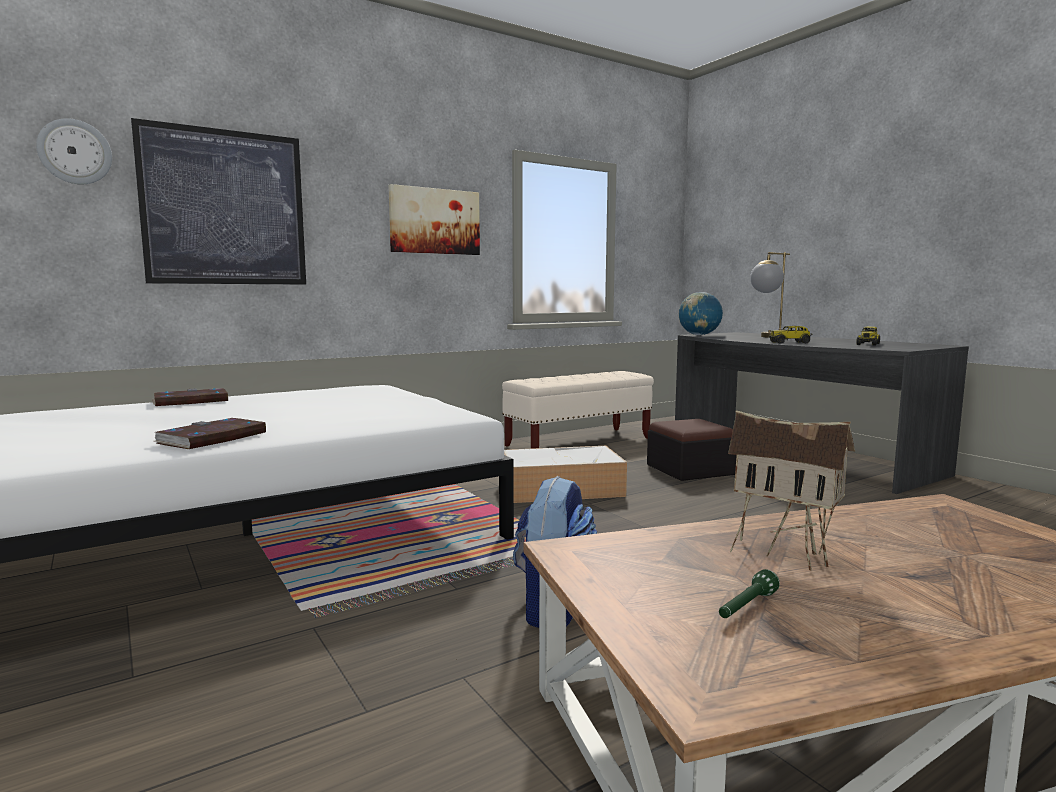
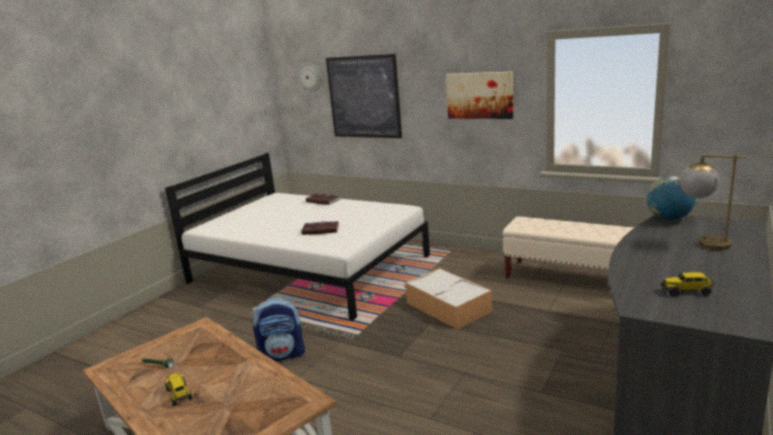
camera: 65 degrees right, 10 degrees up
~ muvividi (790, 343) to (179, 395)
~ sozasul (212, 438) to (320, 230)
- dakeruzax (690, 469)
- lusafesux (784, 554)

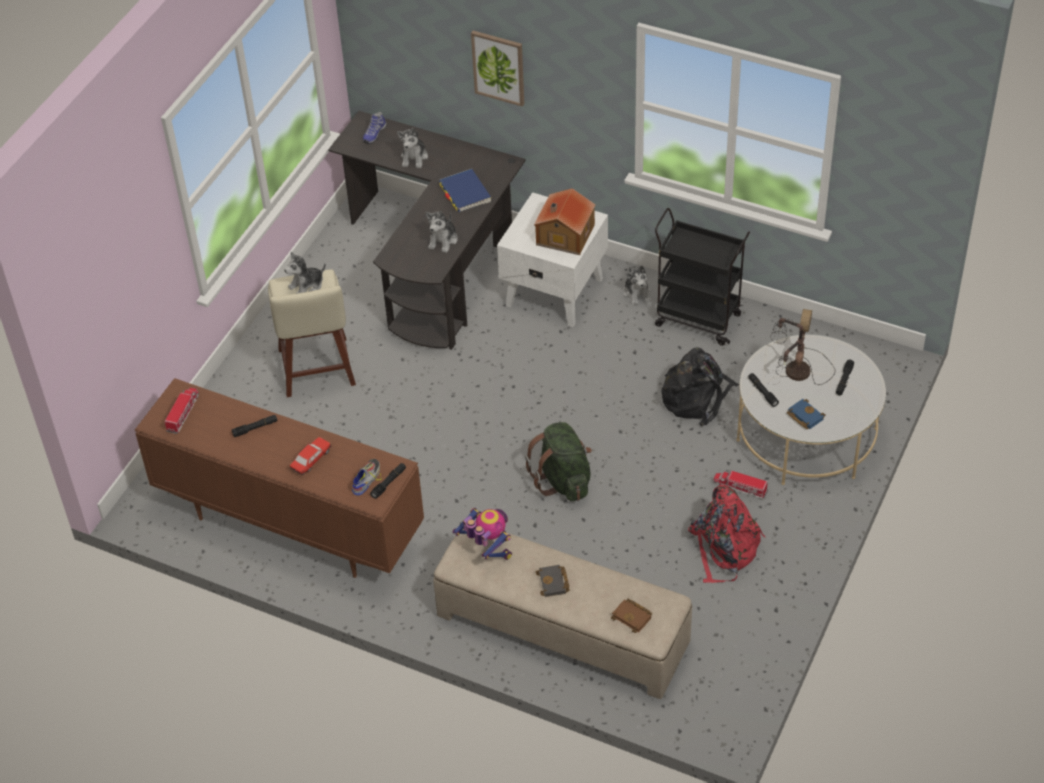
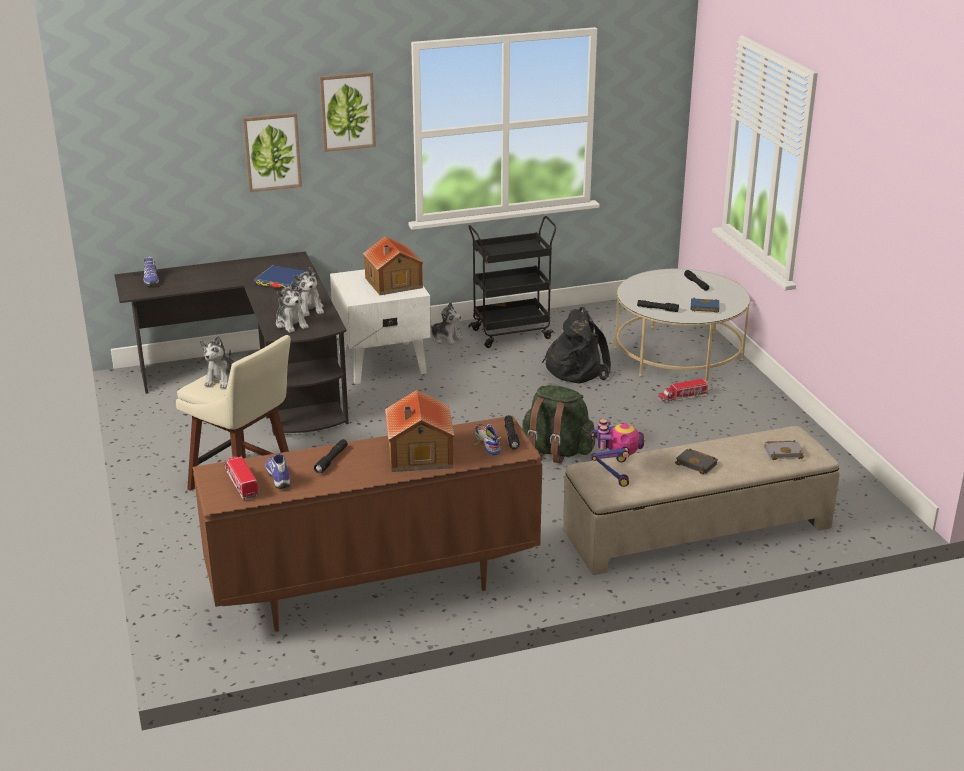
camera: 45 degrees left, 20 degrees down
+ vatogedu (279, 477)
~ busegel (414, 157) to (291, 324)
+ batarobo (347, 111)
~ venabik (311, 460) to lusafesux (418, 454)
~ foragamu (486, 549) = (614, 472) 90 degrees clockwise
~ brown_sozasul (633, 617) to grey_sozasul (784, 452)
- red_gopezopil (724, 548)
- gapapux (796, 372)

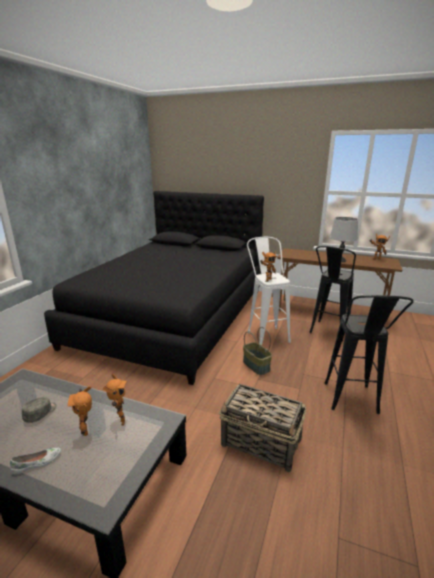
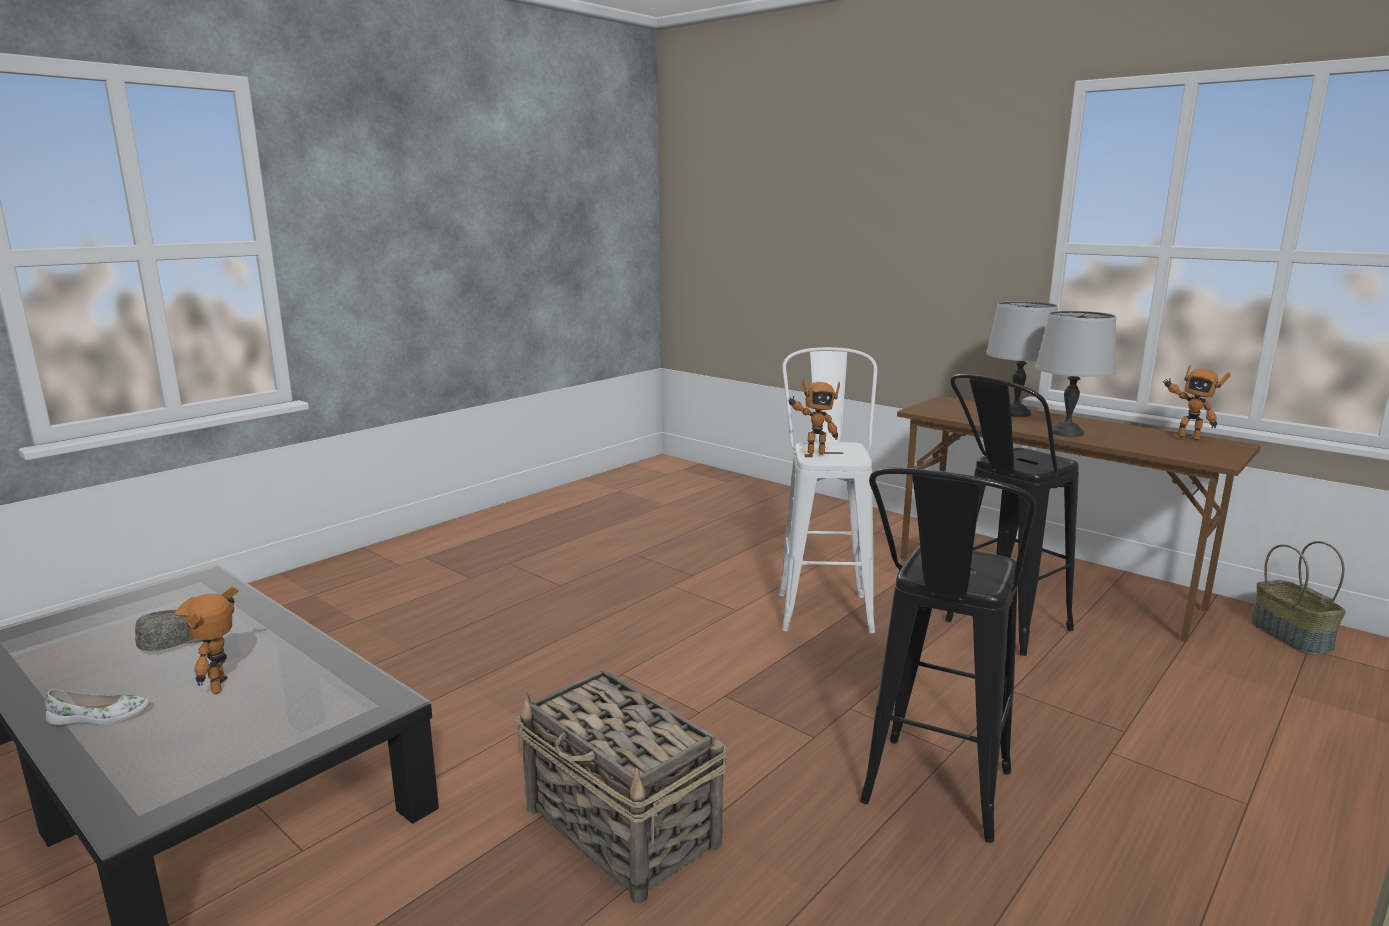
camera: 20 degrees right, 5 degrees down
+ grey_gapapux (1016, 413)
~ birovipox (256, 366) to (1292, 636)
- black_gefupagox (173, 316)
- foragamu (119, 421)

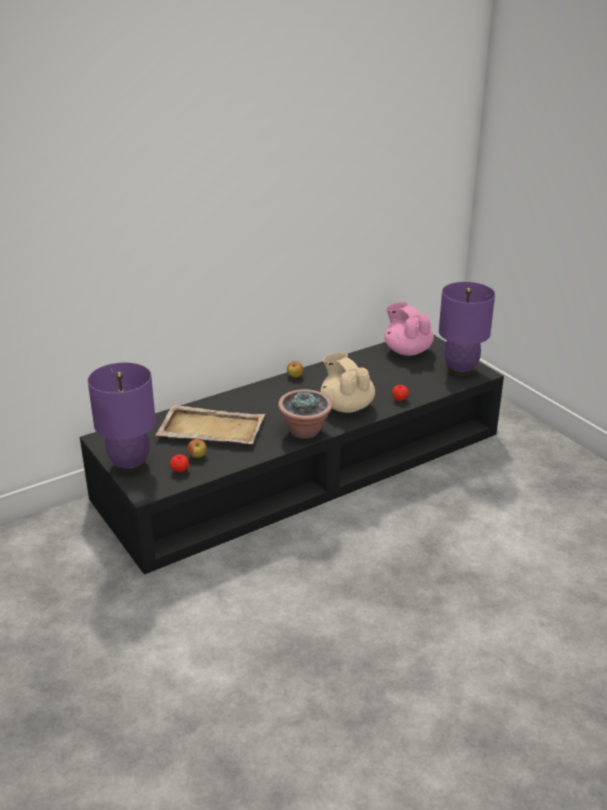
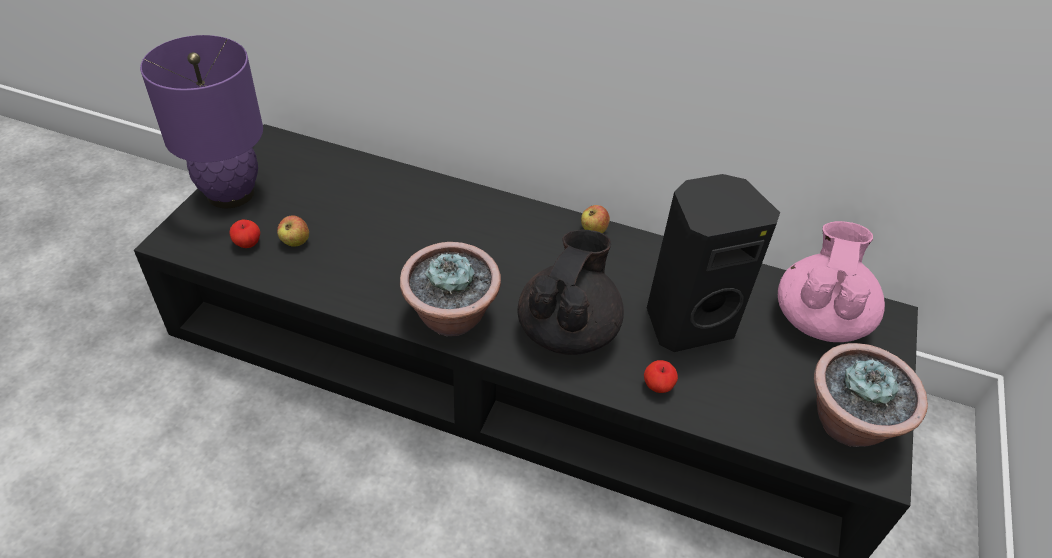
camera: 50 degrees right, 15 degrees up
~ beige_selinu (346, 406) to black_selinu (568, 330)
+ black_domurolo (688, 321)
~ purple_gapapux (460, 370) to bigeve (848, 425)
- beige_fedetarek (210, 428)

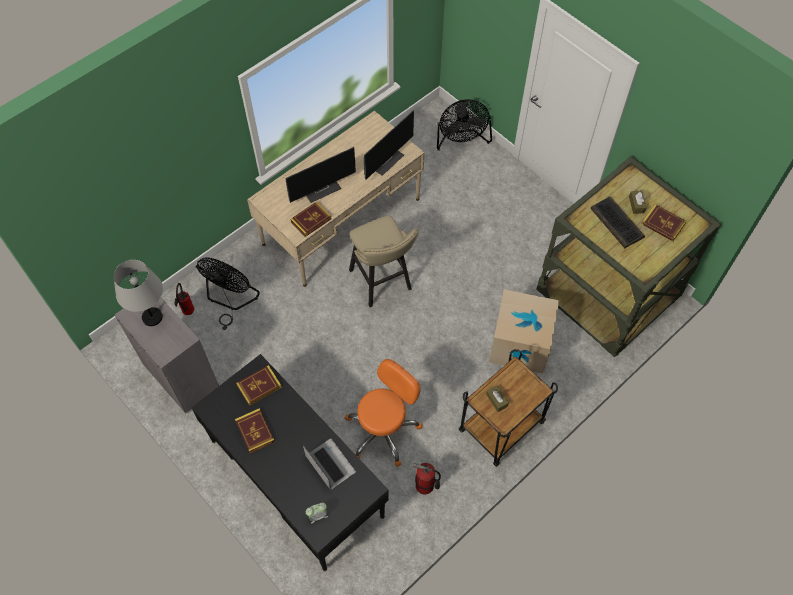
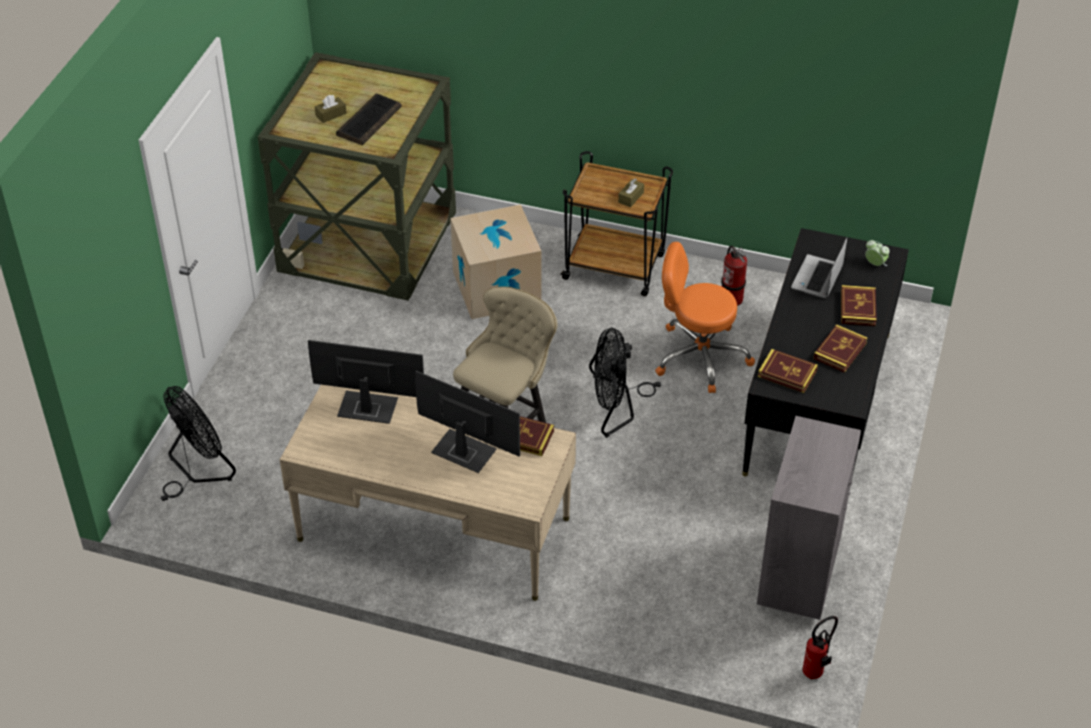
camera: 120 degrees left, 15 degrees down
~ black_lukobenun (228, 299) to (617, 402)
~ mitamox (187, 313) to (816, 672)
~ sozasul (663, 224) to (858, 308)
- grey_gapapux (152, 317)

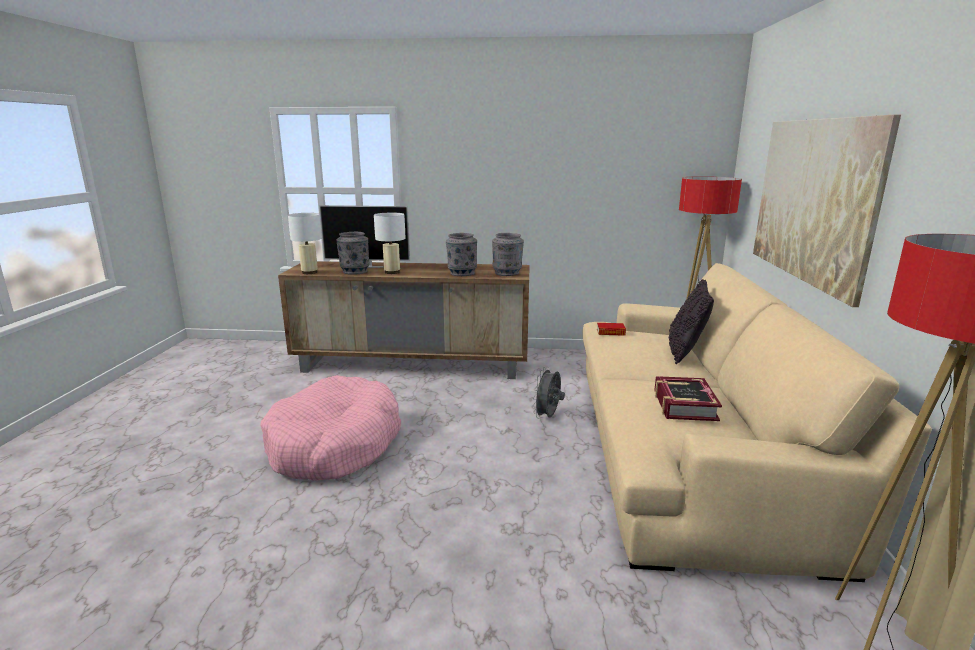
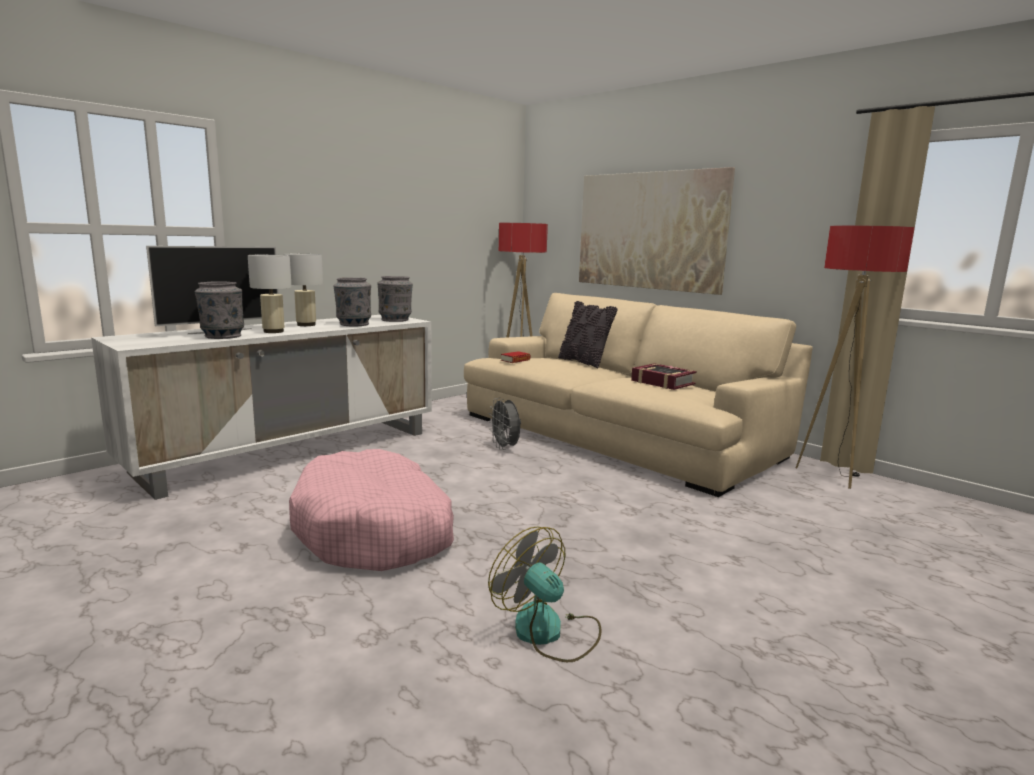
camera: 50 degrees left, 5 degrees down
~ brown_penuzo (413, 363) to white_penuzo (291, 451)
~ white_gapapux (309, 272) to (306, 325)
+ lukobenun (548, 632)

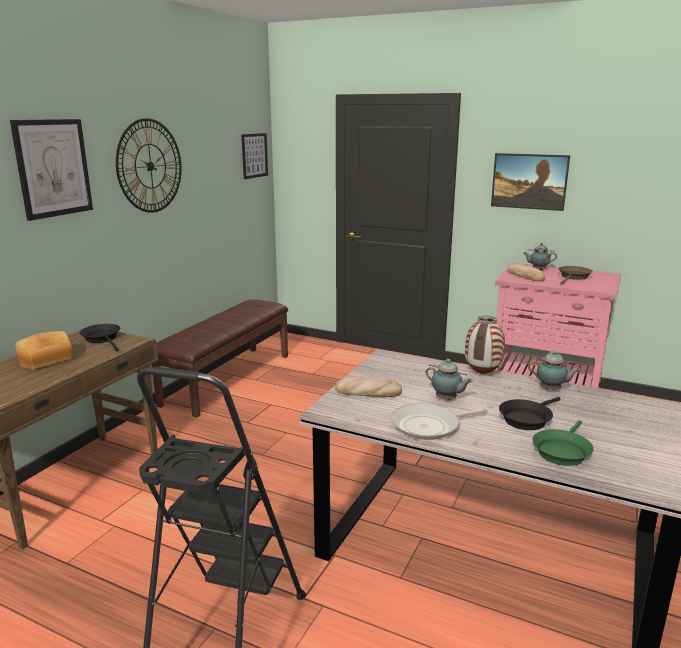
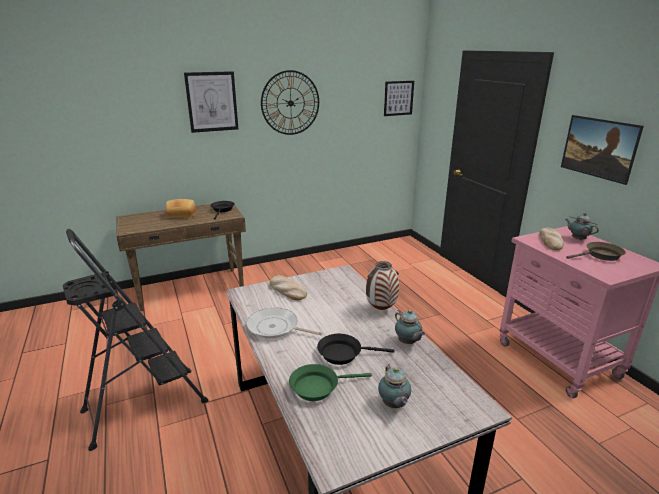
camera: 40 degrees right, 5 degrees up
~ selinu (447, 399) to (393, 405)
- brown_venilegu (227, 379)

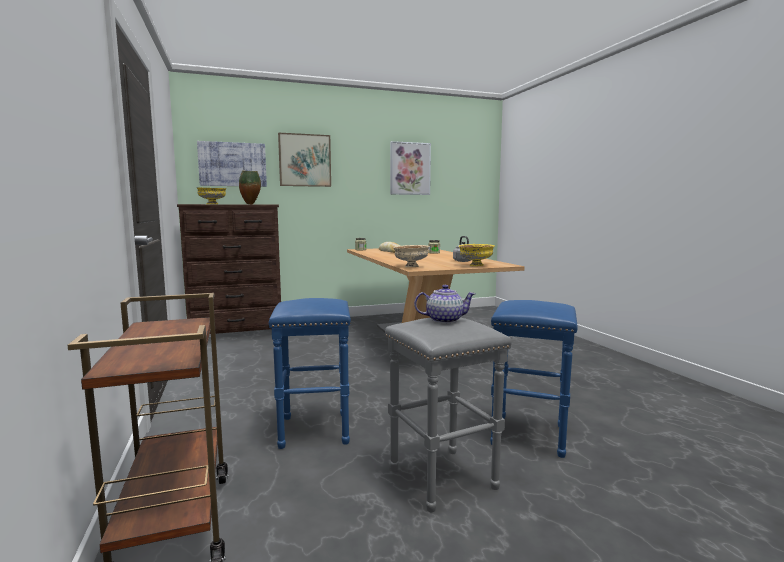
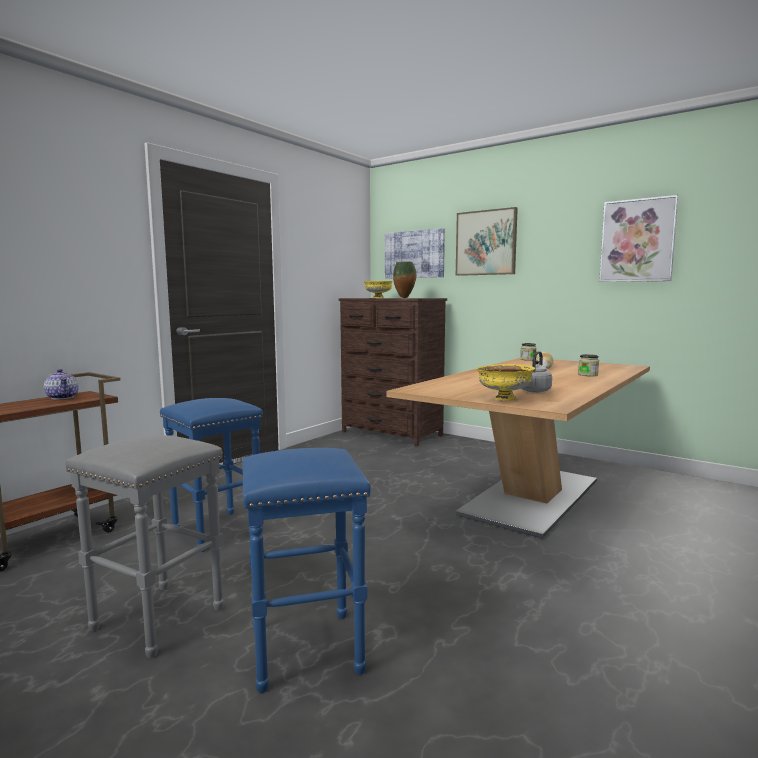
camera: 55 degrees right, 0 degrees up
~ selinu (444, 320) to (62, 397)
- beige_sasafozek (411, 267)

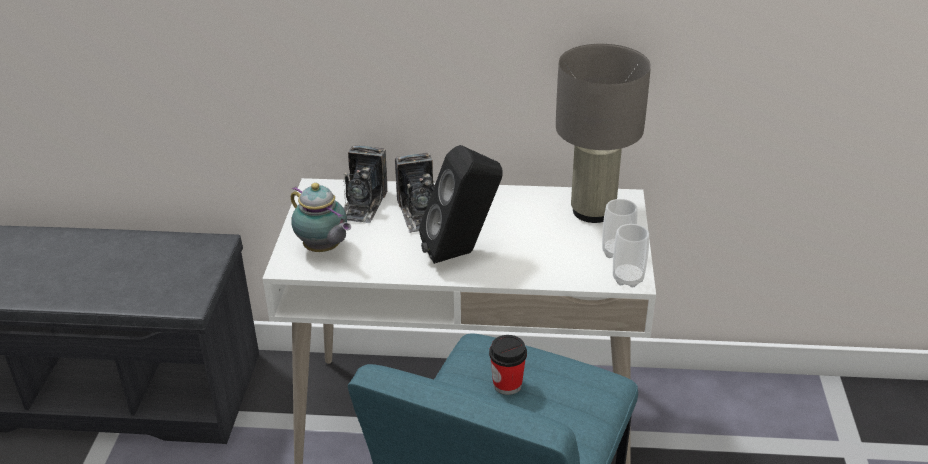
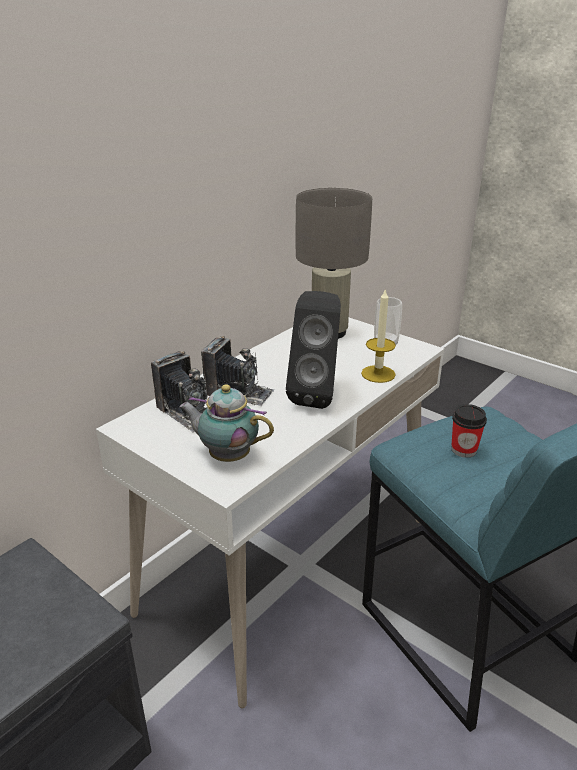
camera: 55 degrees left, 5 degrees down
~ selinu (323, 249) = (227, 456) 150 degrees counterclockwise
+ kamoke (378, 374)
- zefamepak (628, 279)

